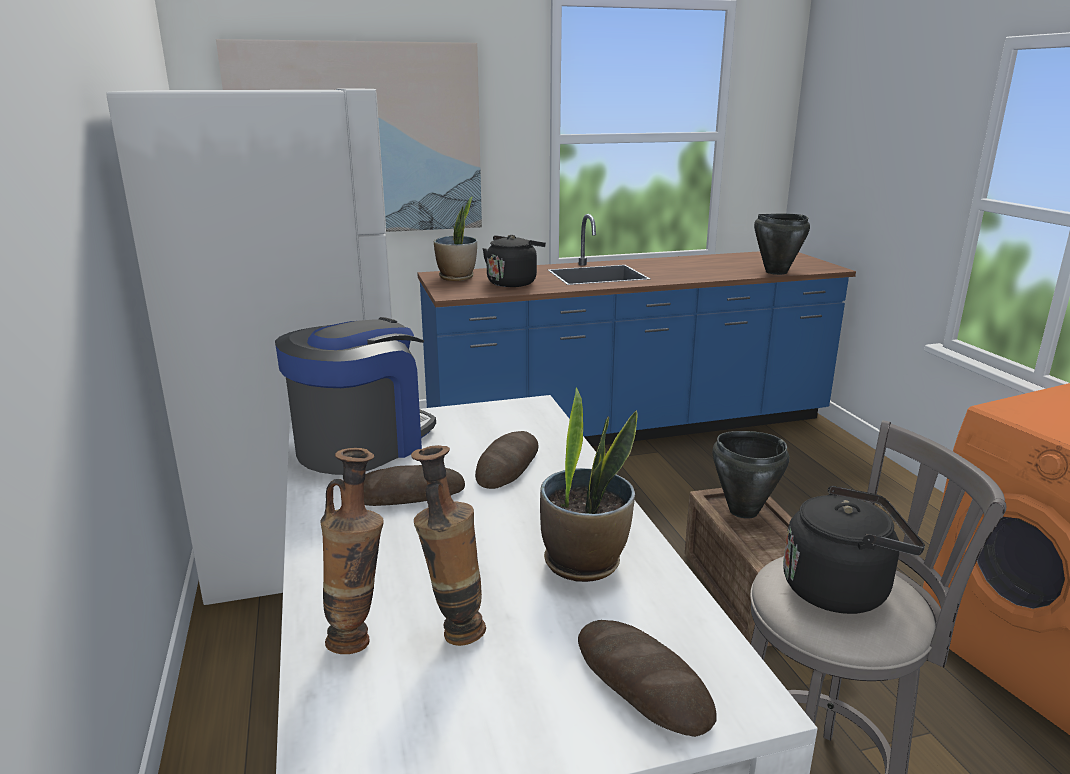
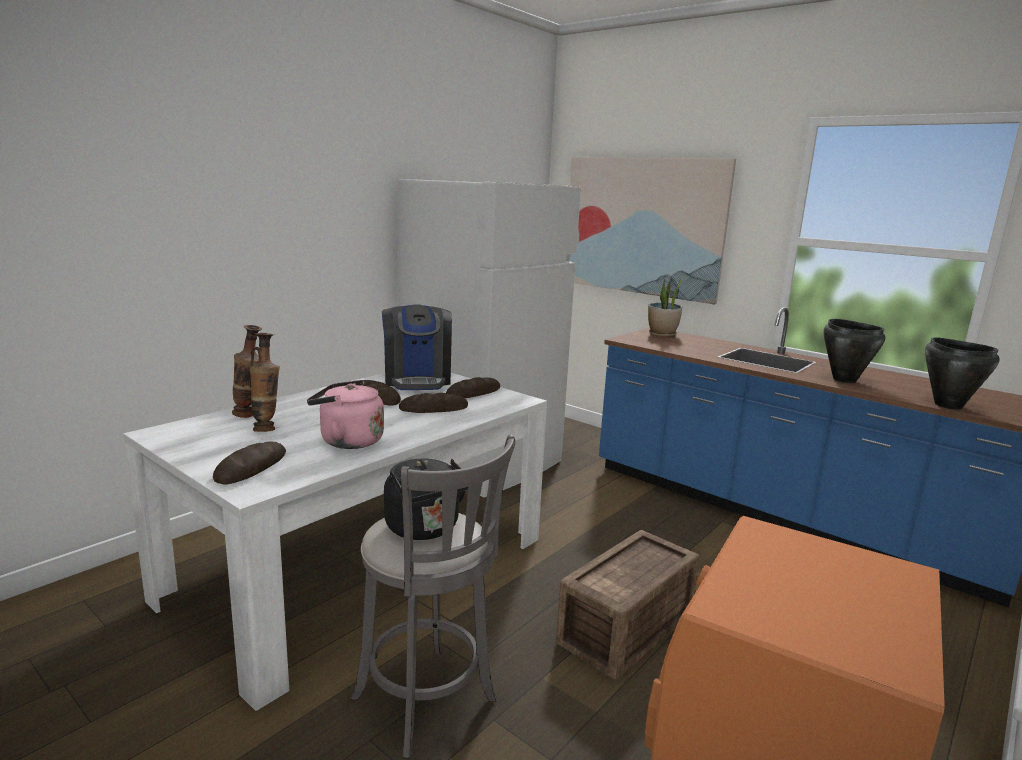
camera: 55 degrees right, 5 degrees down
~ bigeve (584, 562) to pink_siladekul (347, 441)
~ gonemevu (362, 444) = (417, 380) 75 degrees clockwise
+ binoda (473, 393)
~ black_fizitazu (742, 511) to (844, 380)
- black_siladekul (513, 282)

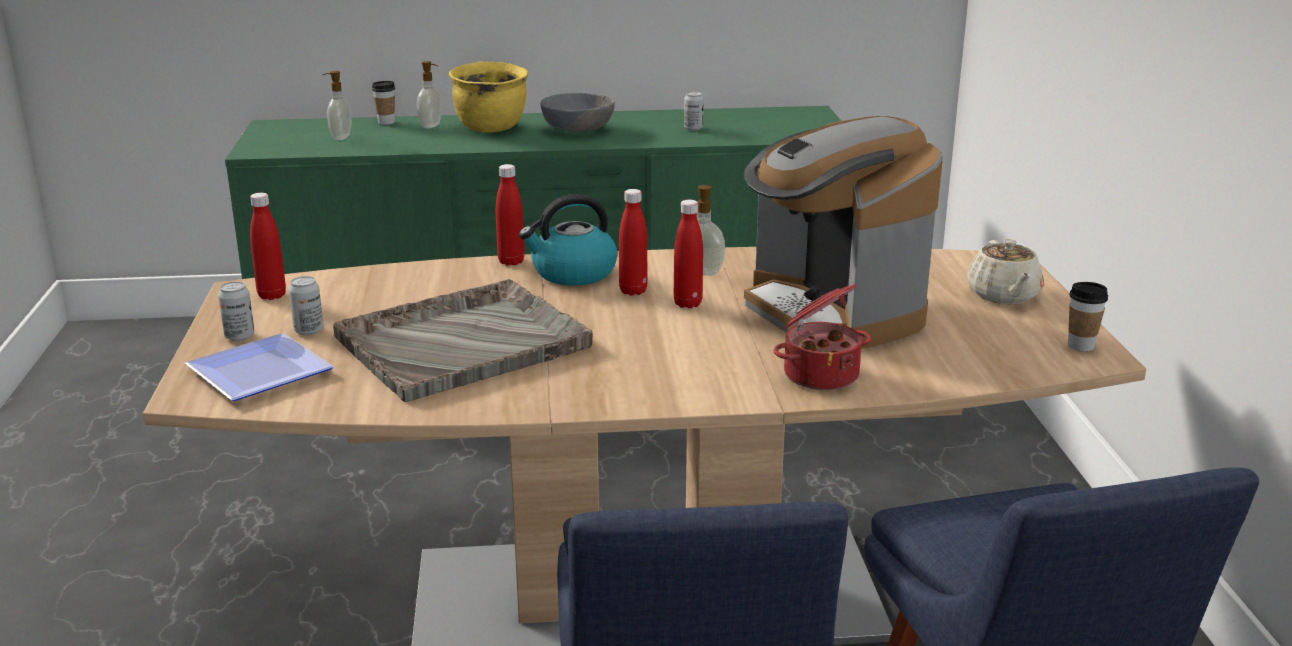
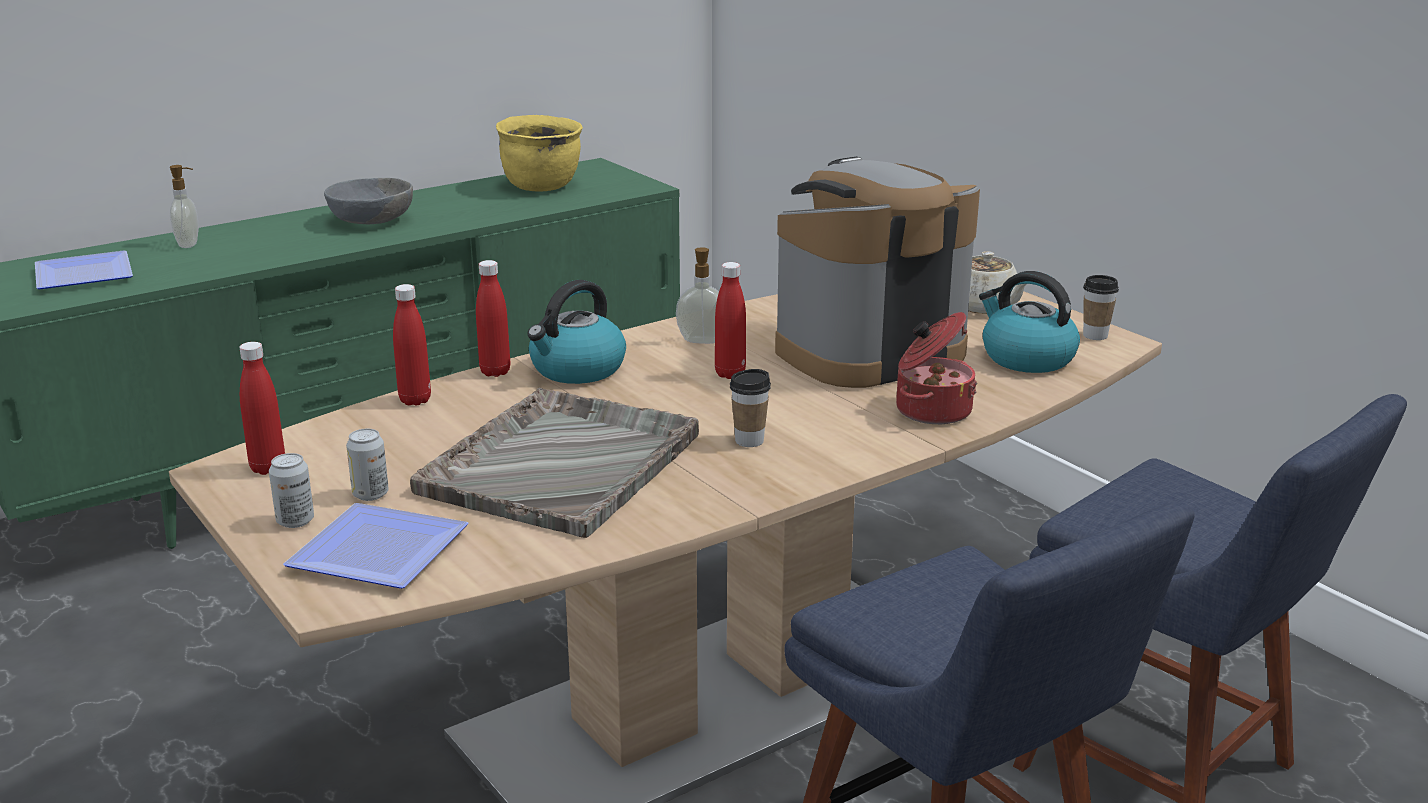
camera: 30 degrees left, 0 degrees up
~ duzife (340, 137) to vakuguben (88, 276)
~ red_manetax (633, 291) to (415, 400)
~ yellow_fizitazu (492, 128) to (542, 186)
~ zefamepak (386, 122) to (749, 441)
~ gonemevu (832, 312) = (868, 352) 120 degrees clockwise
+ siladekul (1026, 358)
- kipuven (693, 128)

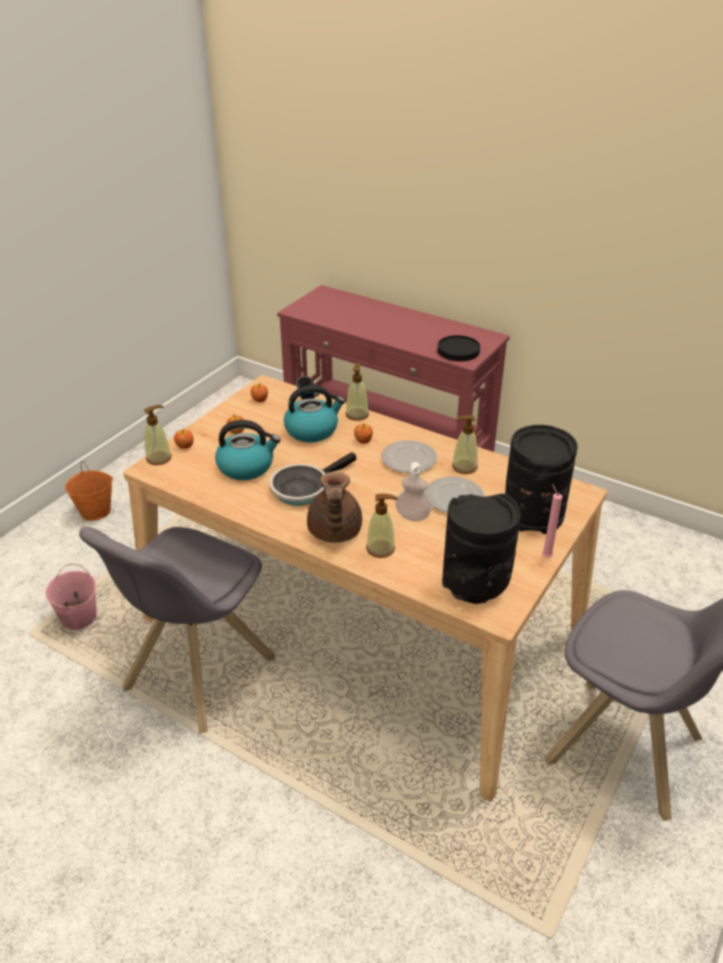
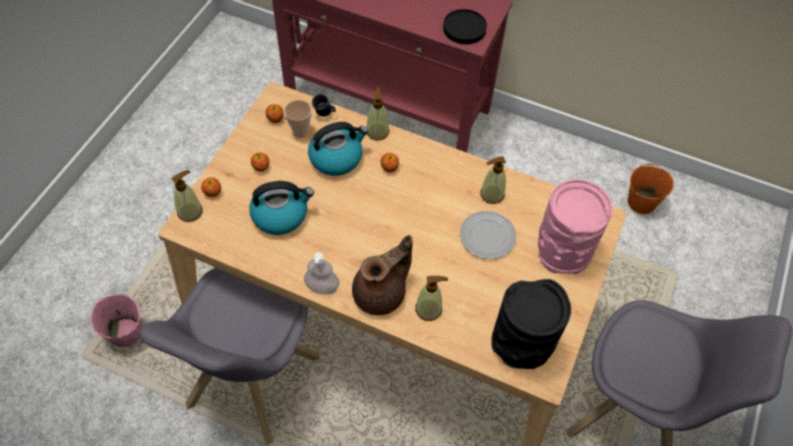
camera: 10 degrees left, 20 degrees up
+ zefamepak (300, 132)
~ duzife (412, 516) to (322, 287)
~ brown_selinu (334, 533) = (381, 293) 120 degrees counterclockwise
~ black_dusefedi (533, 514) to pink_dusefedi (563, 250)
~ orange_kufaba (96, 511) to (641, 202)
- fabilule (303, 488)
- vakuguben (409, 459)
- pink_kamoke (545, 556)

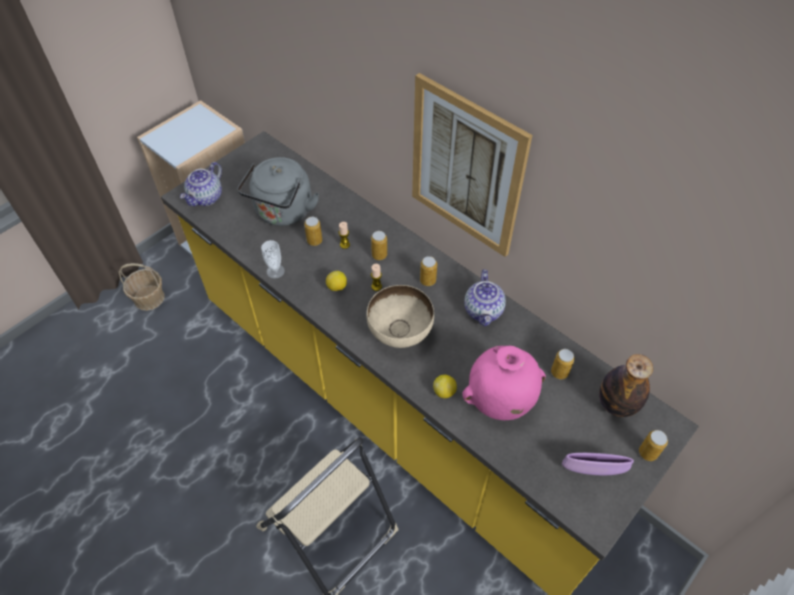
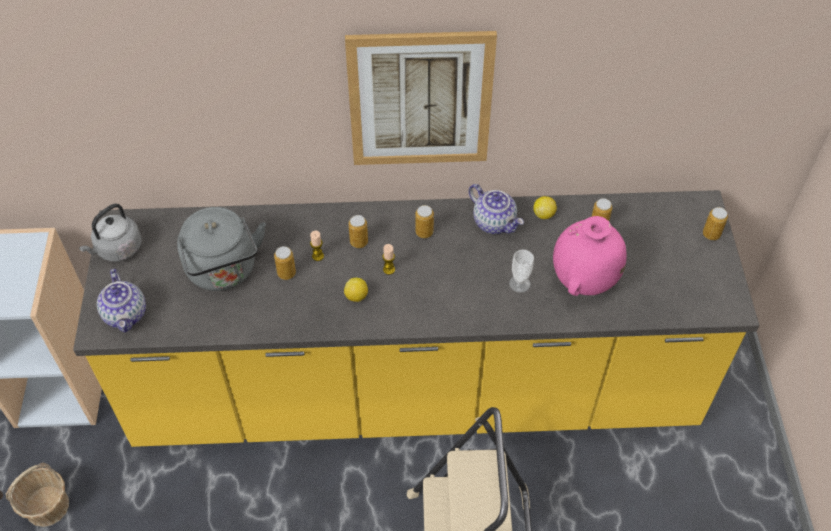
camera: 45 degrees left, 0 degrees up
+ grey_siladekul (117, 249)
~ zefamepak (275, 271) to (519, 284)
~ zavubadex (444, 392) to (544, 214)
- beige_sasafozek (400, 334)
- purple_sasafozek (593, 470)
- manetax (616, 404)

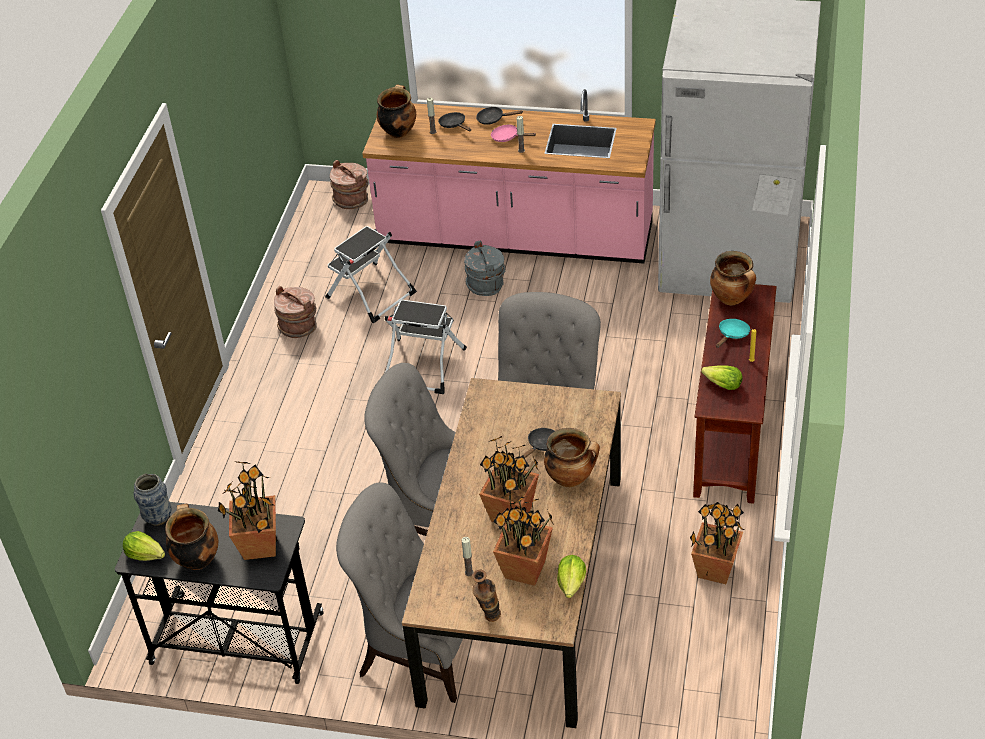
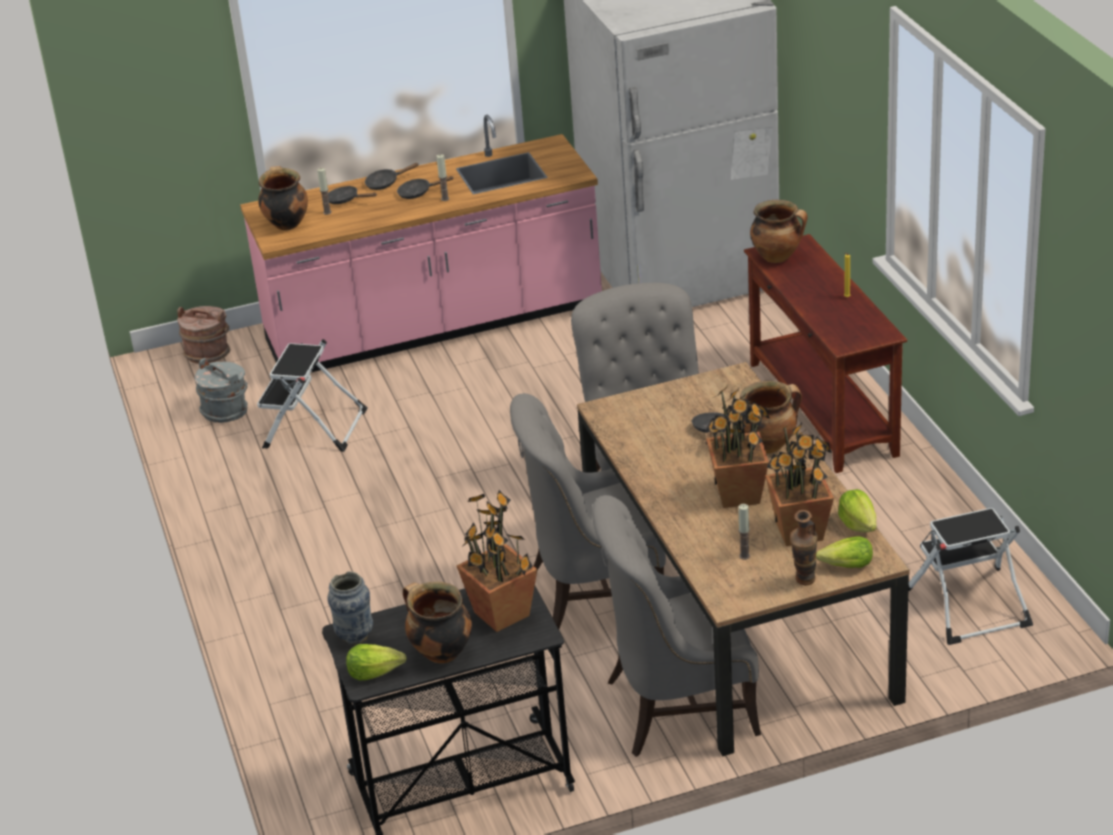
camera: 30 degrees left, 10 degrees down
~ grey_kufaba (486, 285) to (226, 411)
~ pink_fabilule (508, 137) to black_fabilule (418, 193)
~ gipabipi (722, 385) to (847, 566)
~ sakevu (423, 364) to (969, 603)
- brown_kufaba (298, 326)
- bigeve (715, 569)
- turquoise_fabilule (732, 335)

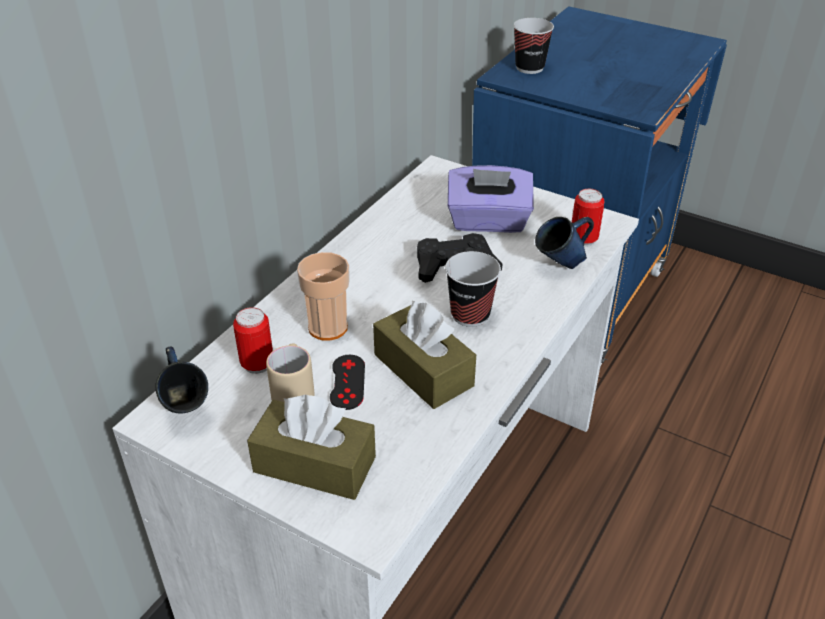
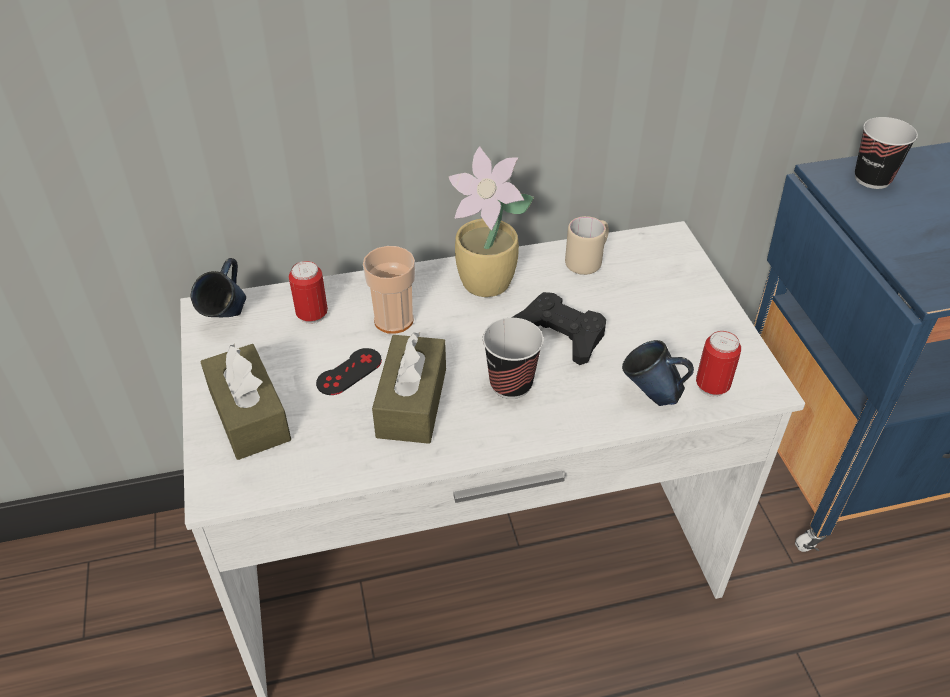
camera: 45 degrees right, 5 degrees up
+ bigeve (488, 284)
~ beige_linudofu (294, 393) to (587, 261)
- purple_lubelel (488, 222)

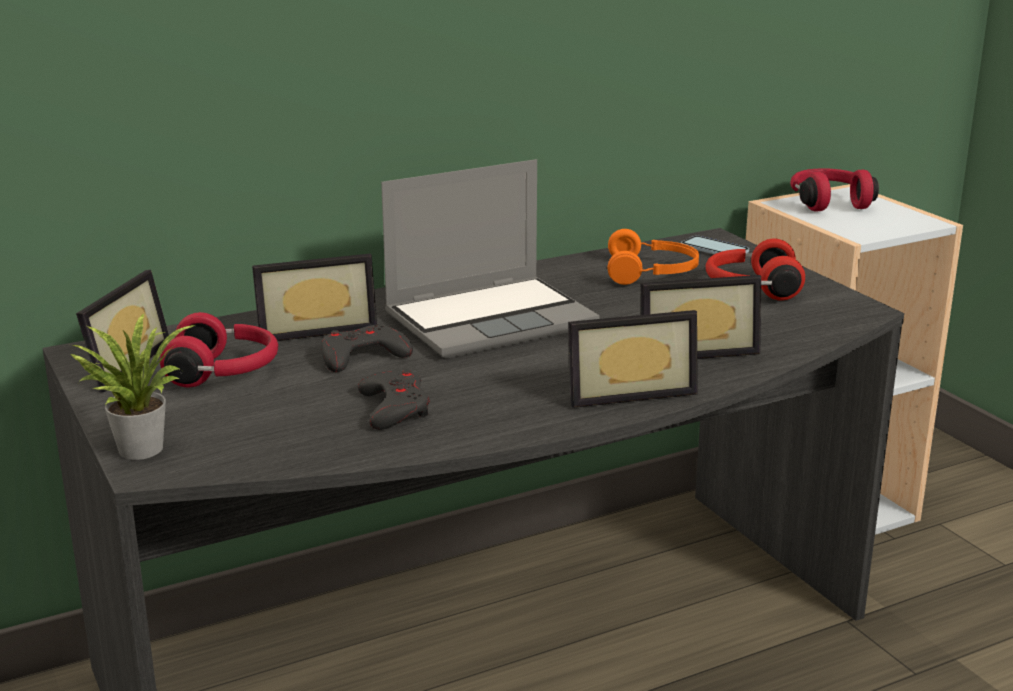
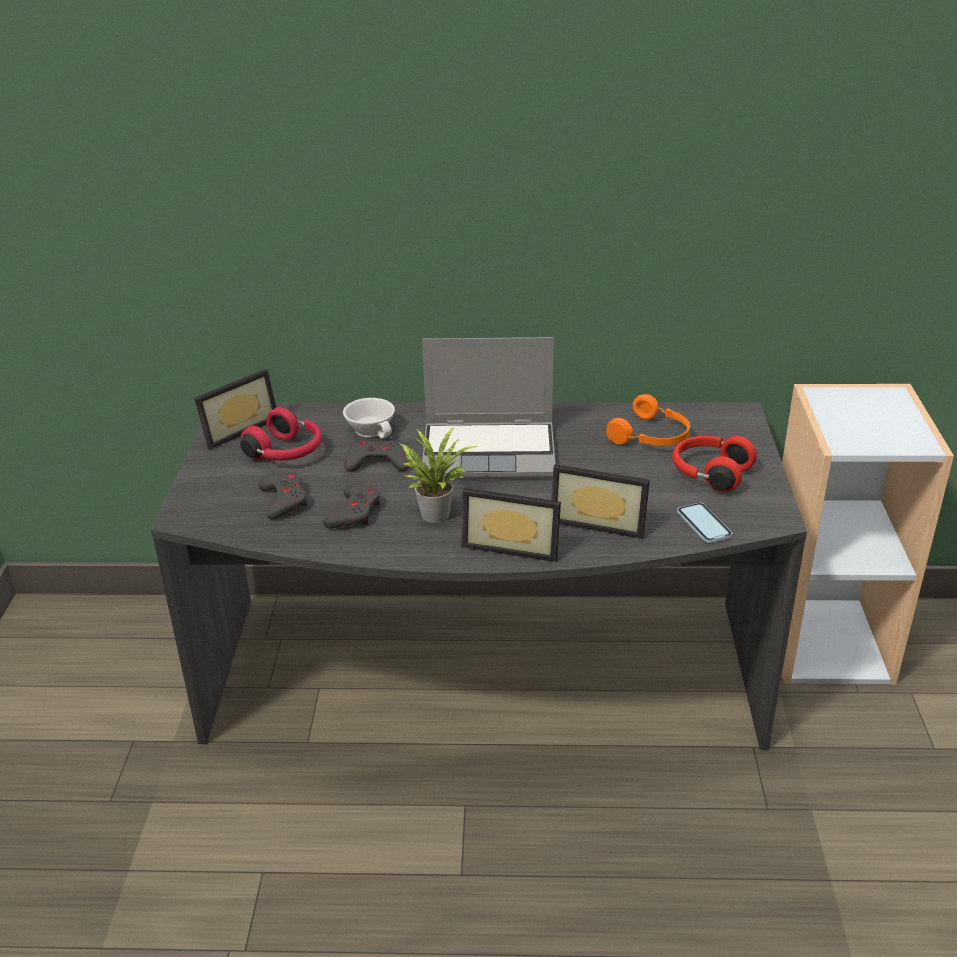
camera: 30 degrees right, 10 degrees up
+ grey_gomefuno (284, 500)
~ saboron (315, 328) to white_zefamepak (373, 429)
~ bigeve (138, 447) to (434, 512)
~ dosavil (714, 249) to (704, 524)
- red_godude (828, 203)

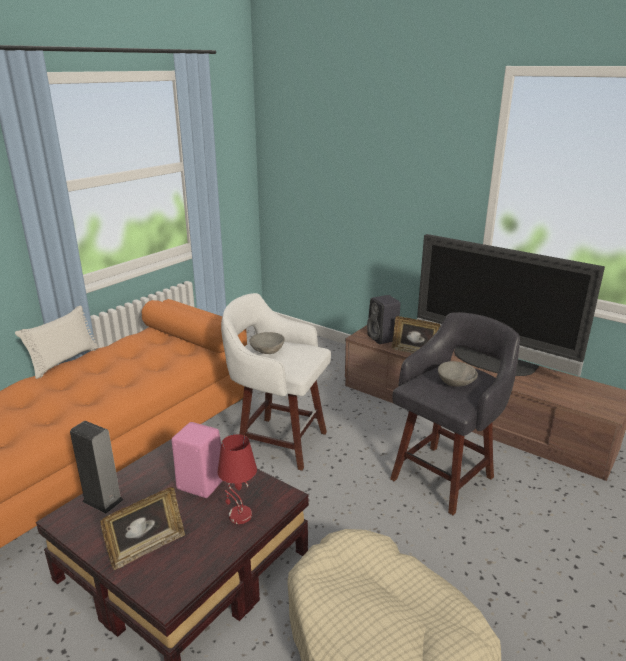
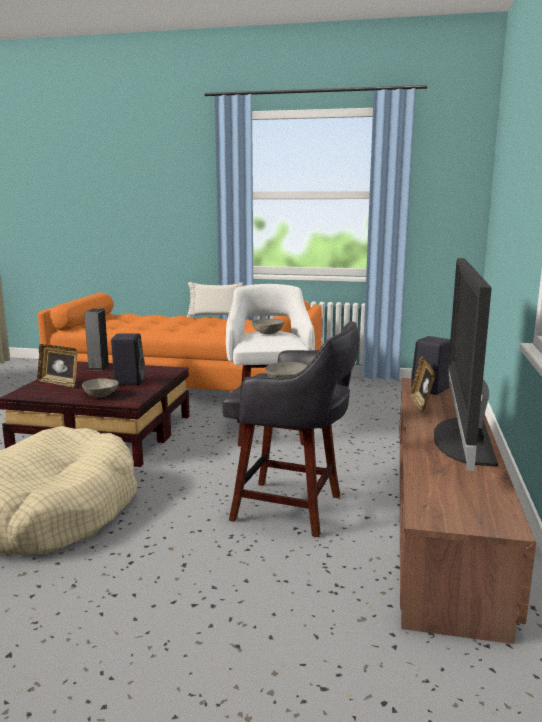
camera: 65 degrees right, 10 degrees down
~ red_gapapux (239, 516) to grey_sasafozek (100, 395)
~ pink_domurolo (199, 484) to black_domurolo (129, 381)

